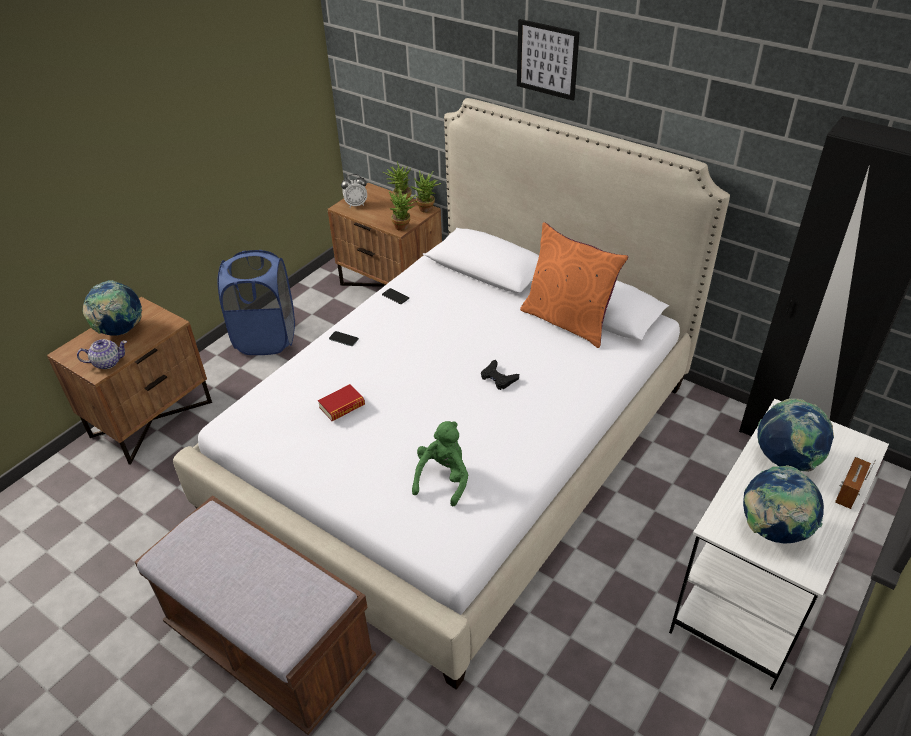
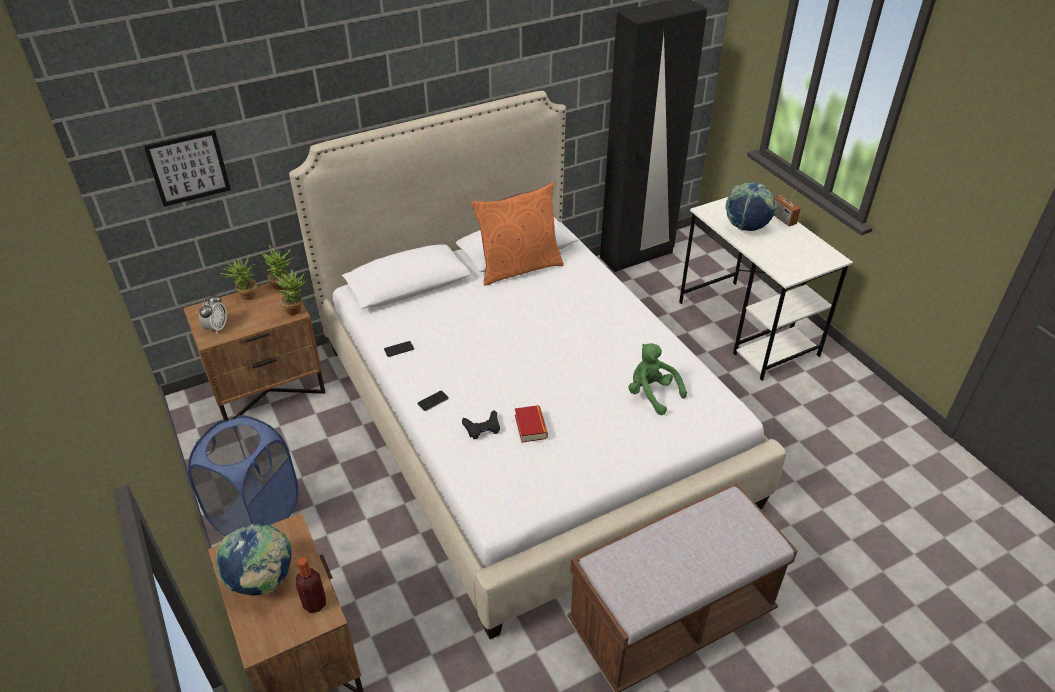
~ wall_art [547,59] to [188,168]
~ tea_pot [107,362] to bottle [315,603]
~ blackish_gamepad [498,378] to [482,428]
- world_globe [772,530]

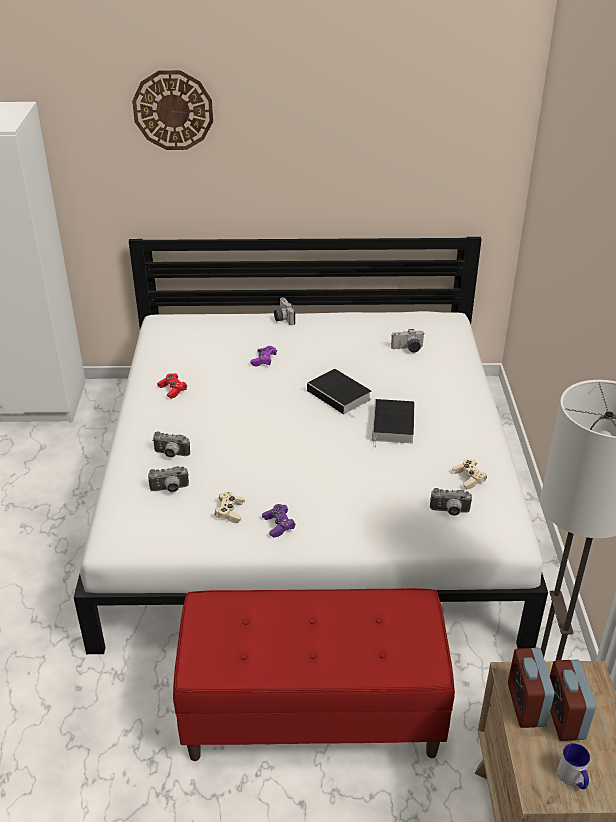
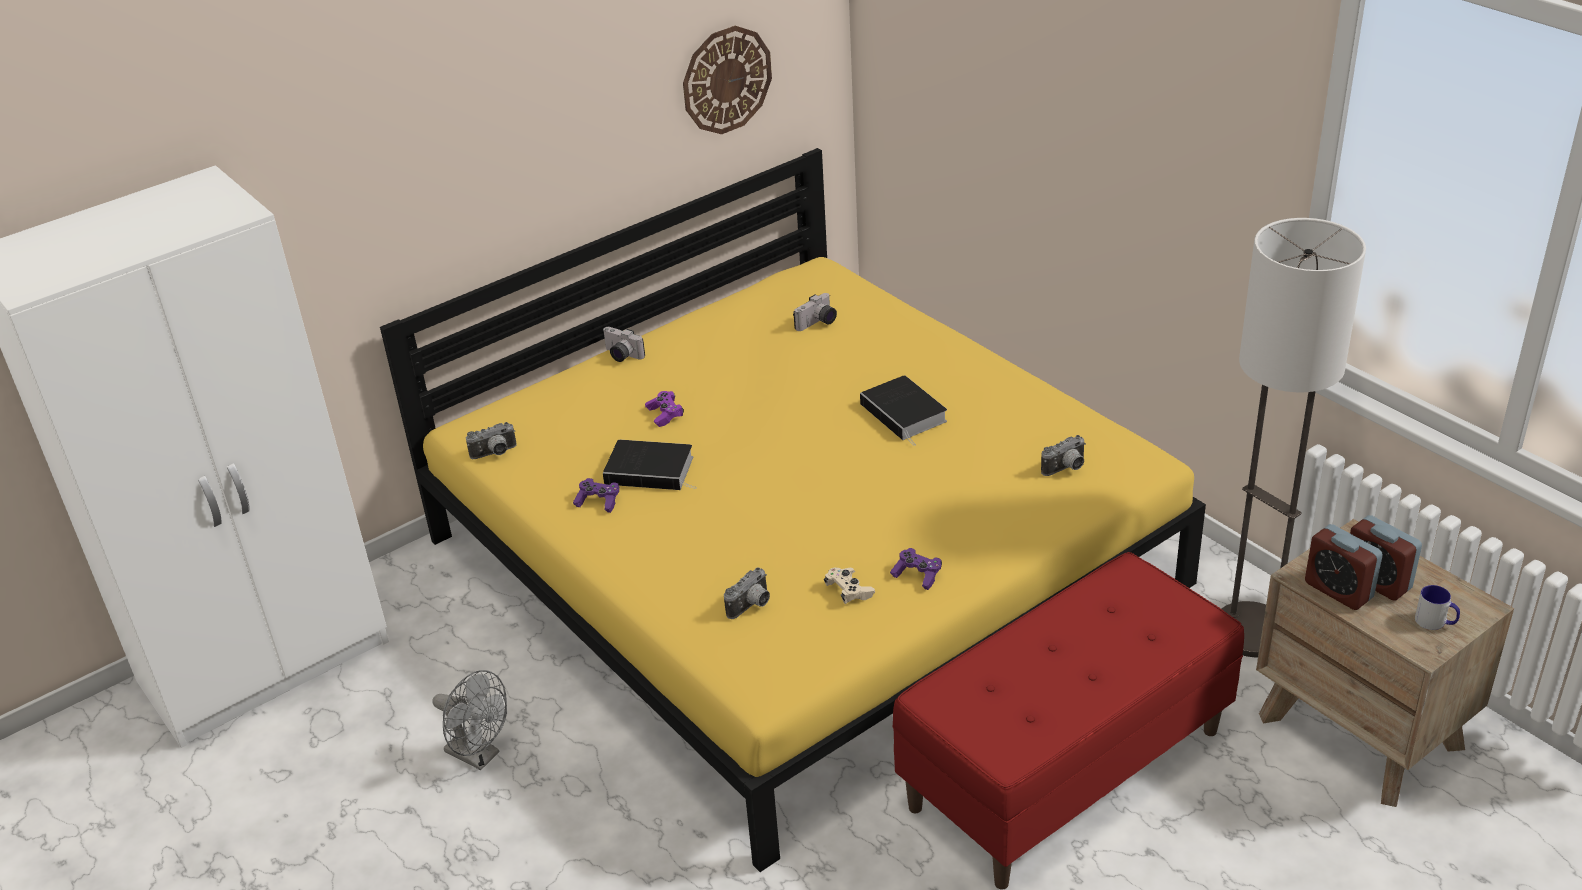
~ clock_on_the_wall [173,110] to [726,80]
~ whitish_bed [308,492] to yellow-coloured_bed [800,560]
~ volume [340,395] to [652,470]
~ reddish_gamepad [172,390] to purple-coloured_gamepad [598,502]
~ photo_camera [171,455] to [495,454]
- sand-coloured_gamepad [468,478]
+ gray_electric_fan [479,755]

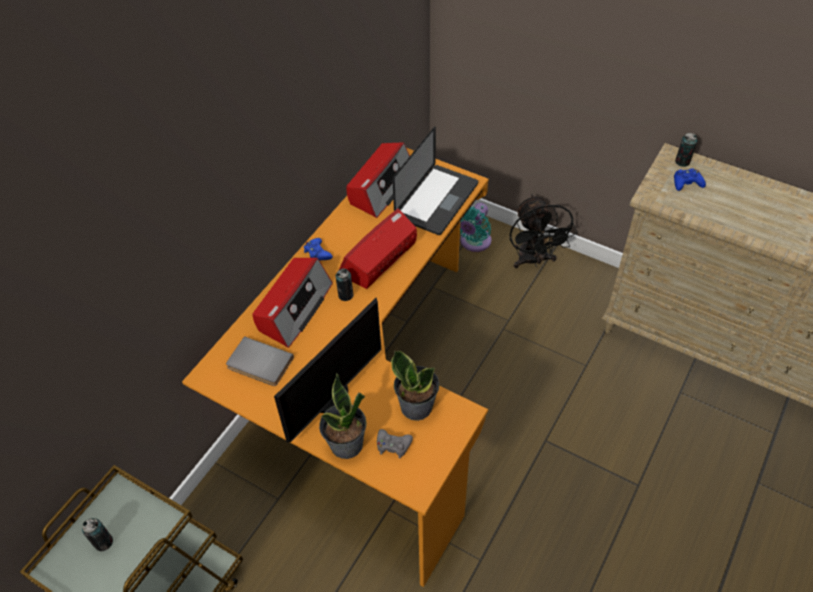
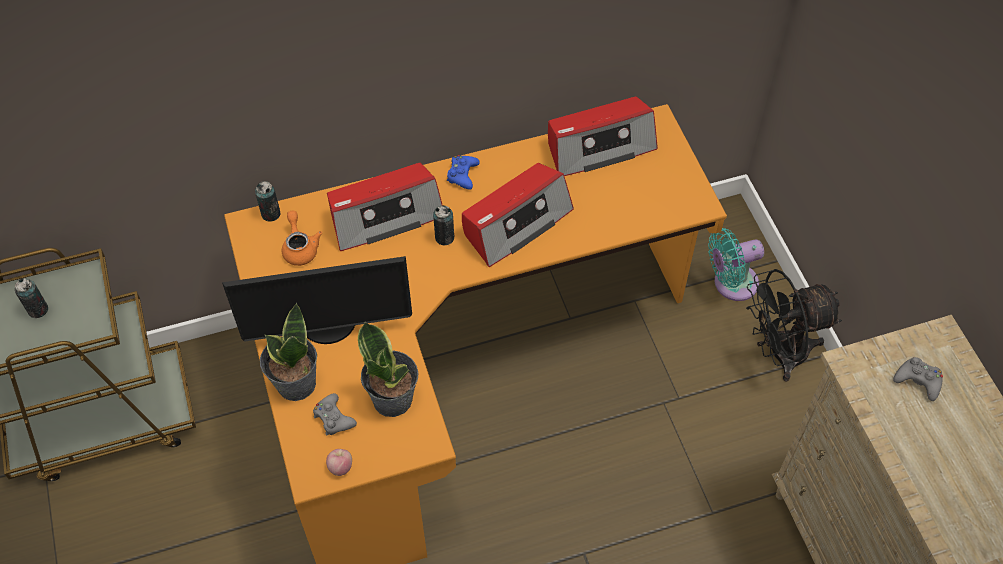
- notebook_computer [436,200]
~ can [682,162] to [270,214]
~ blue_gamepad [686,183] to gray_gamepad [918,381]
~ blackish_electric_fan [533,261] = [778,353] 45 degrees clockwise
~ radio_receiver [379,258] = [515,222] 150 degrees clockwise
~ gray_volume [259,364] to orangey_tea_pot [300,248]
+ apple_fruit [340,467]

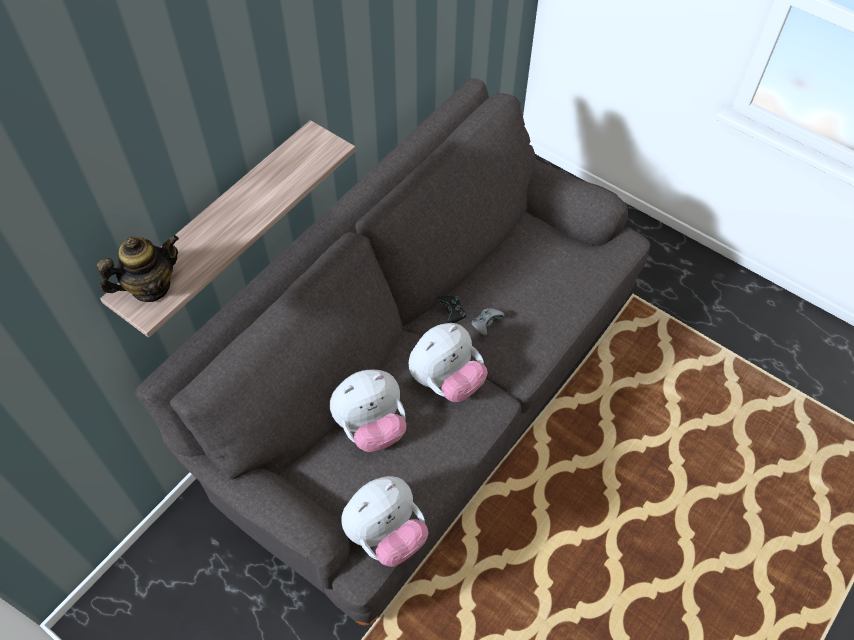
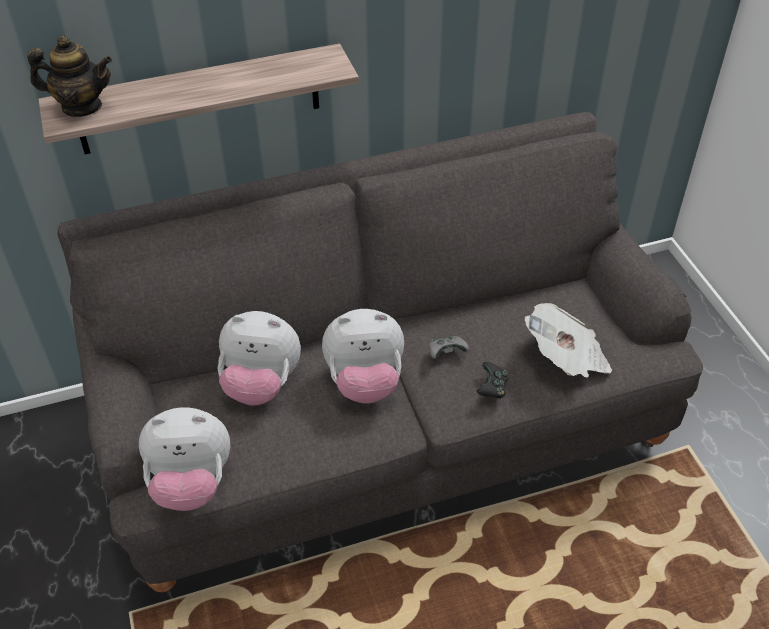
~ blackish_gamepad [452,314] to [492,388]
+ printed_paper [566,358]

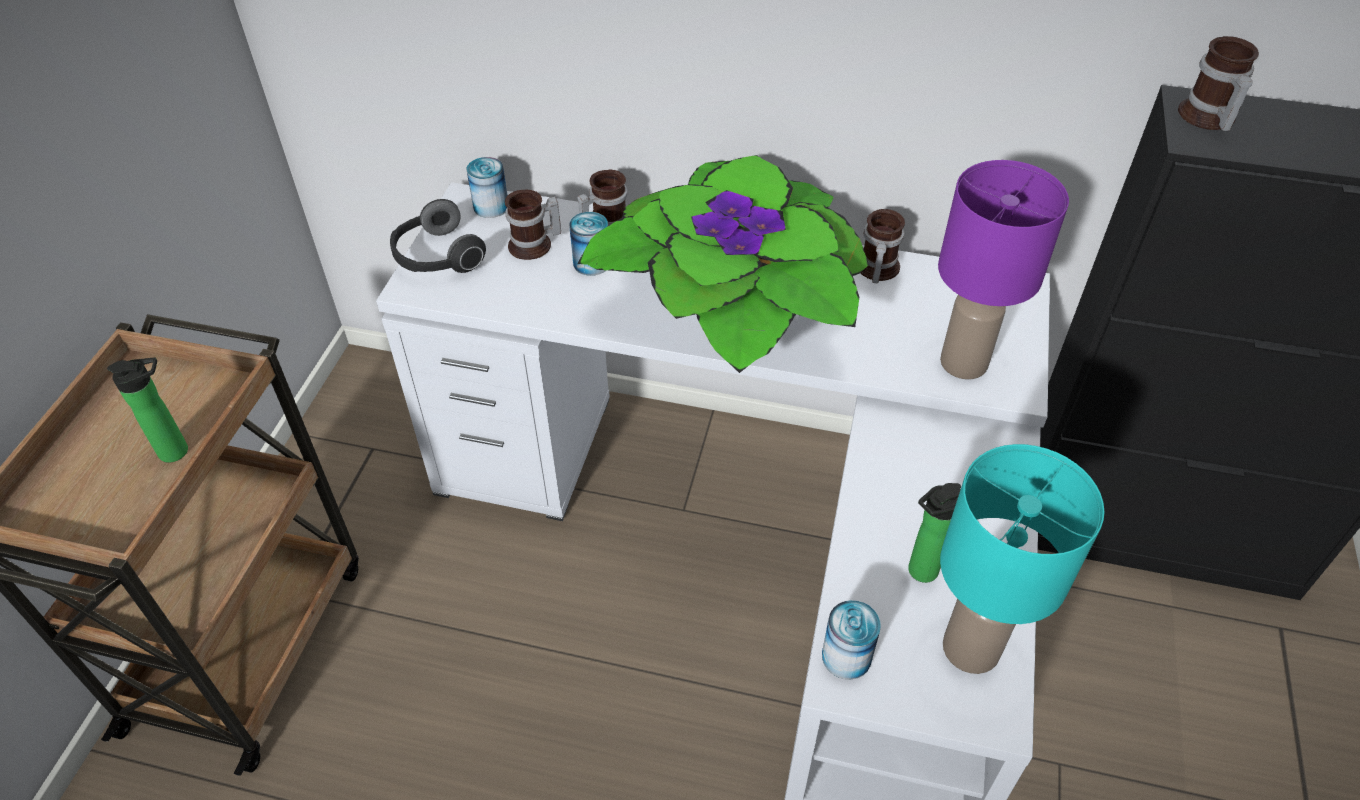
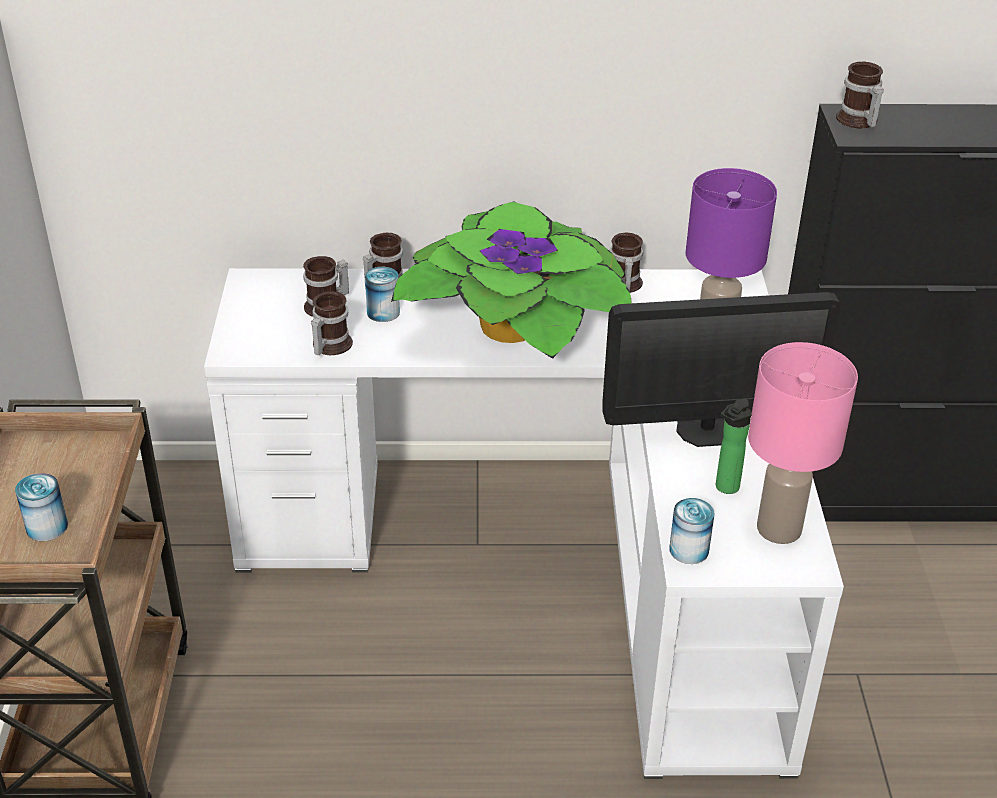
~ can [491,206] to [47,527]
- pair_of_headphones [437,258]
- bottle [178,451]
~ turquoise_lamp_for_a_table [971,650] to pinkish_lamp_for_a_table [779,530]
+ mug [329,345]
+ computer_screen [707,429]

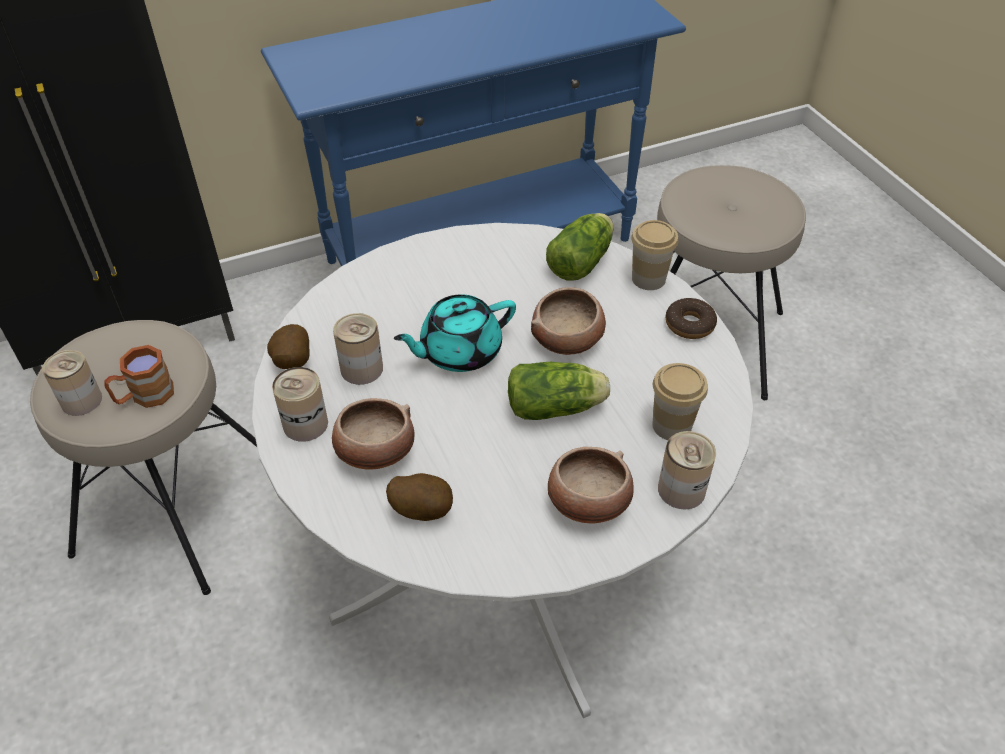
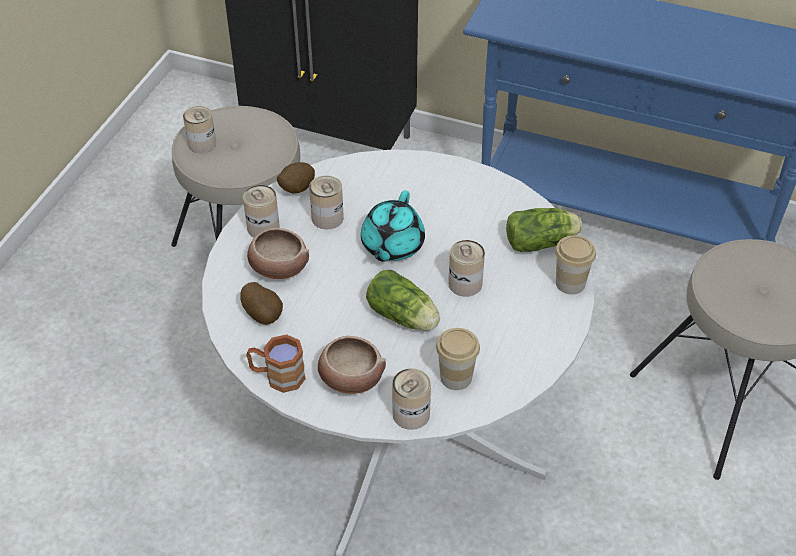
~ deep_dish [568,339] to can [465,283]
~ turquoise_tea_pot [459,351] = [392,246] 90 degrees counterclockwise
- ring_doughnut [689,324]
~ brownish_mug [144,396] to [277,376]

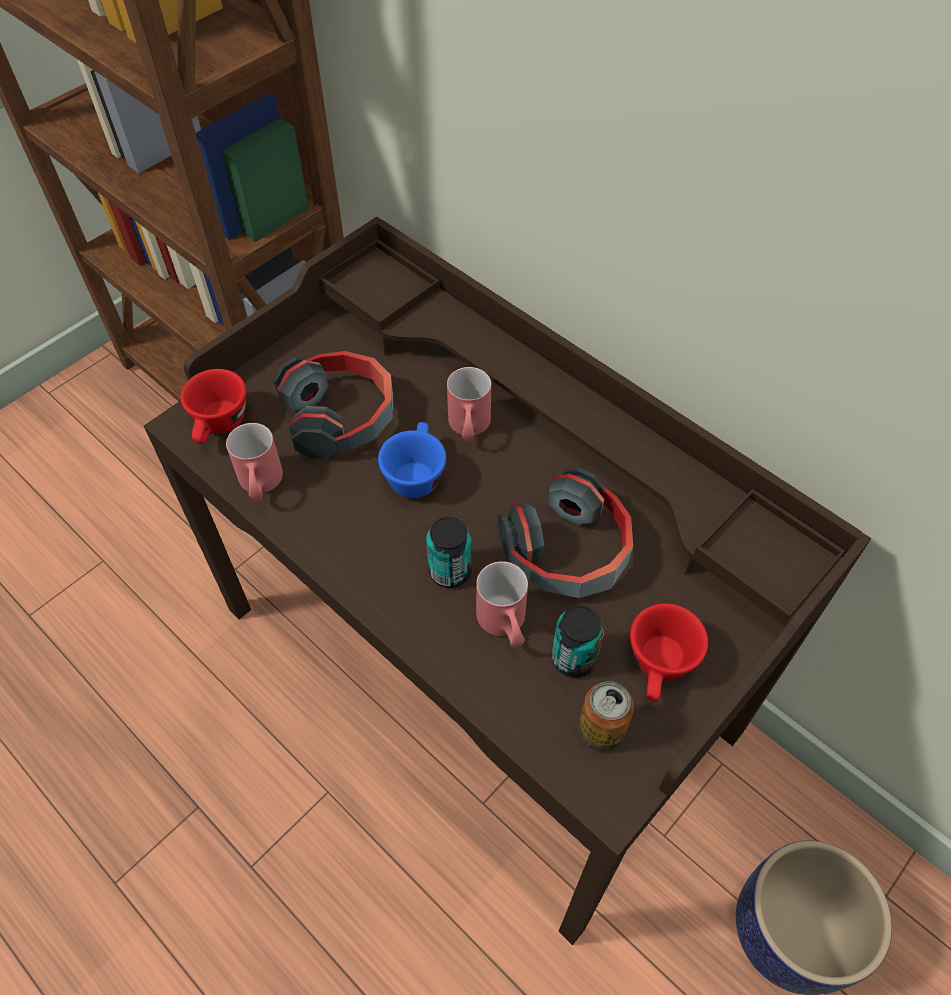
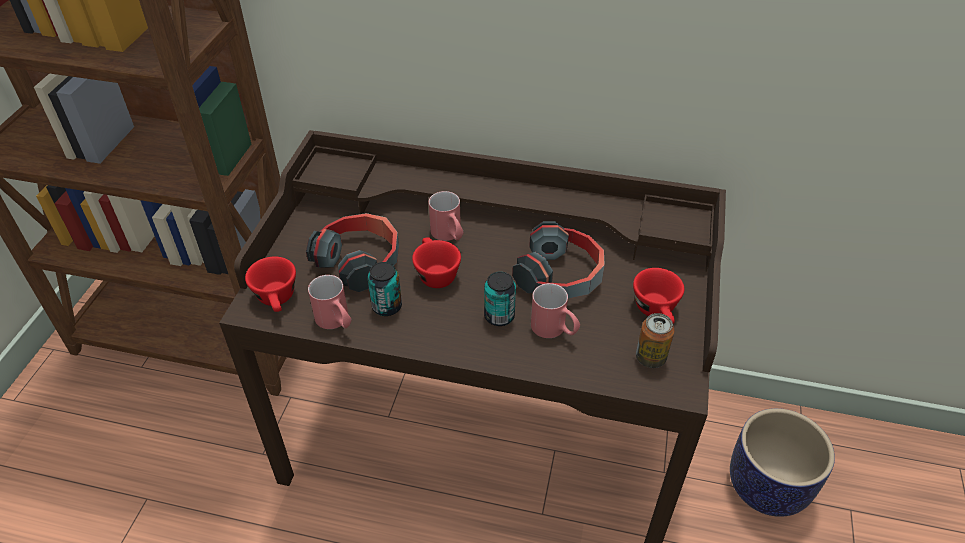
~ blue_drinking_cup [415,473] to reddish_drinking_cup [434,273]
~ can [574,658] to [387,306]

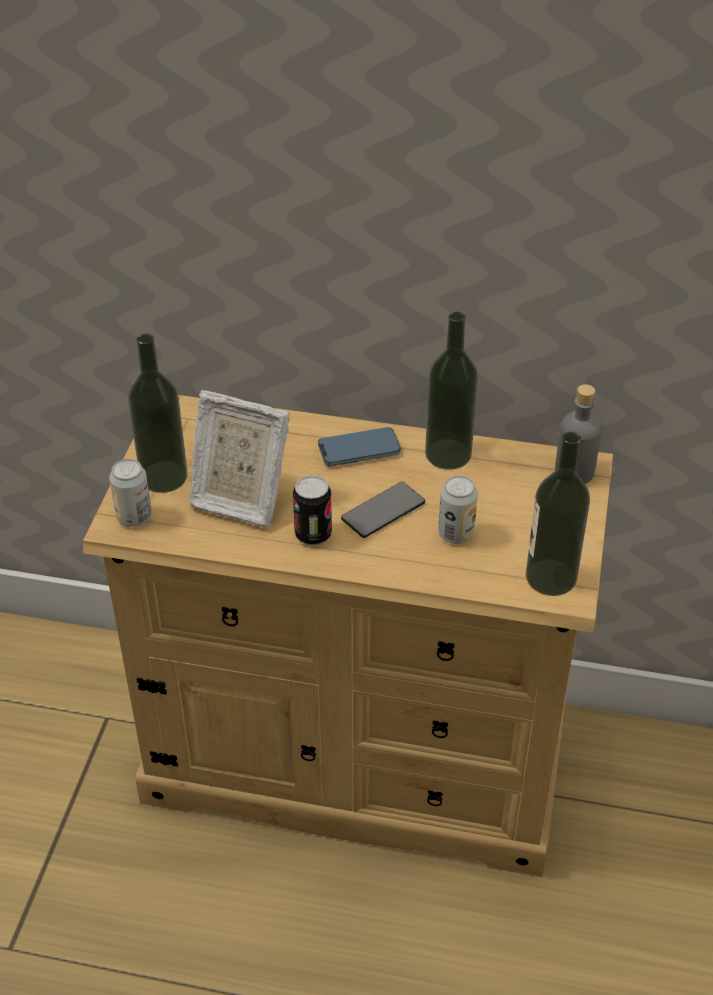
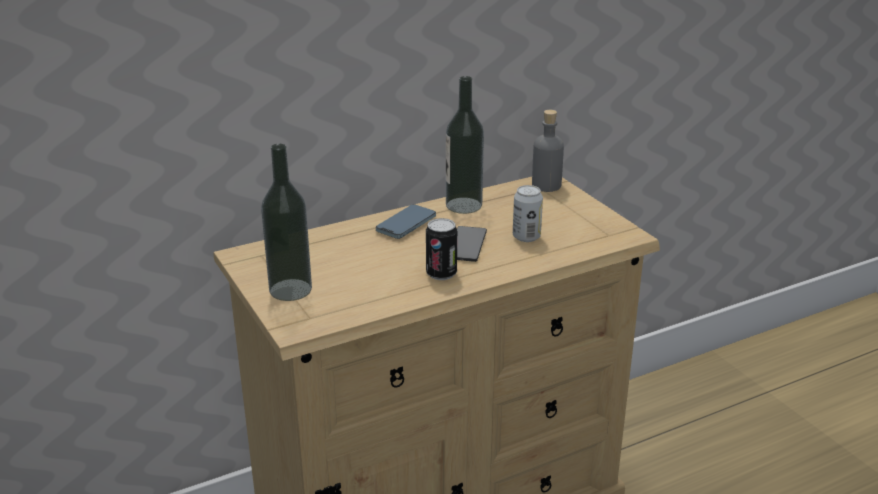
- picture_frame [238,499]
- bottle [550,577]
- can [134,517]

